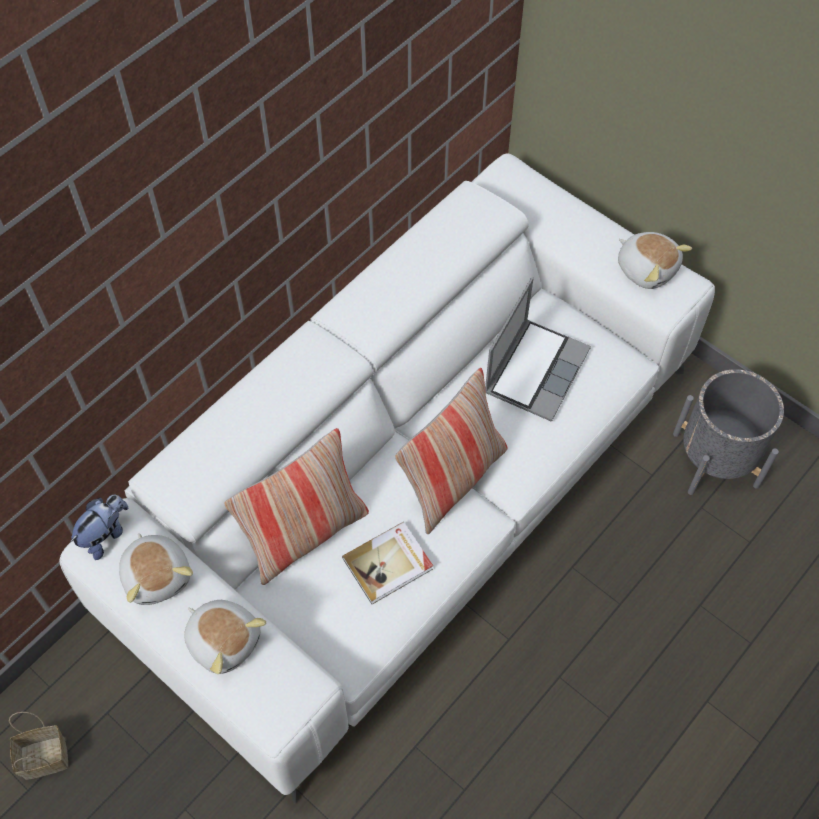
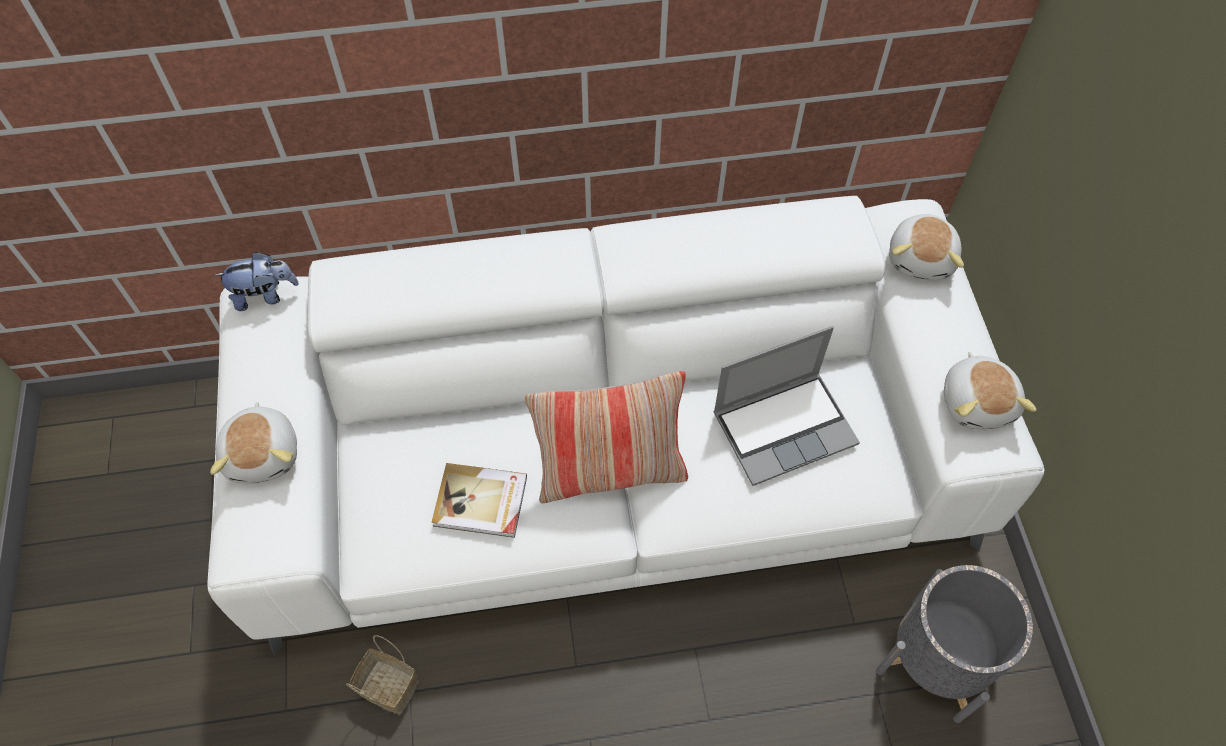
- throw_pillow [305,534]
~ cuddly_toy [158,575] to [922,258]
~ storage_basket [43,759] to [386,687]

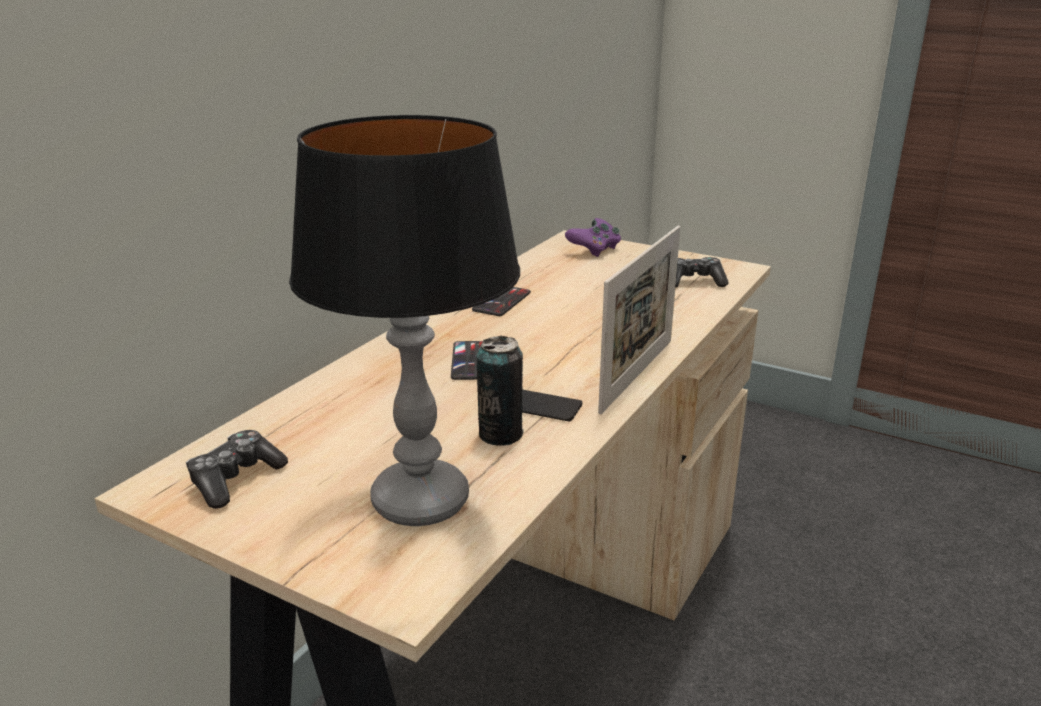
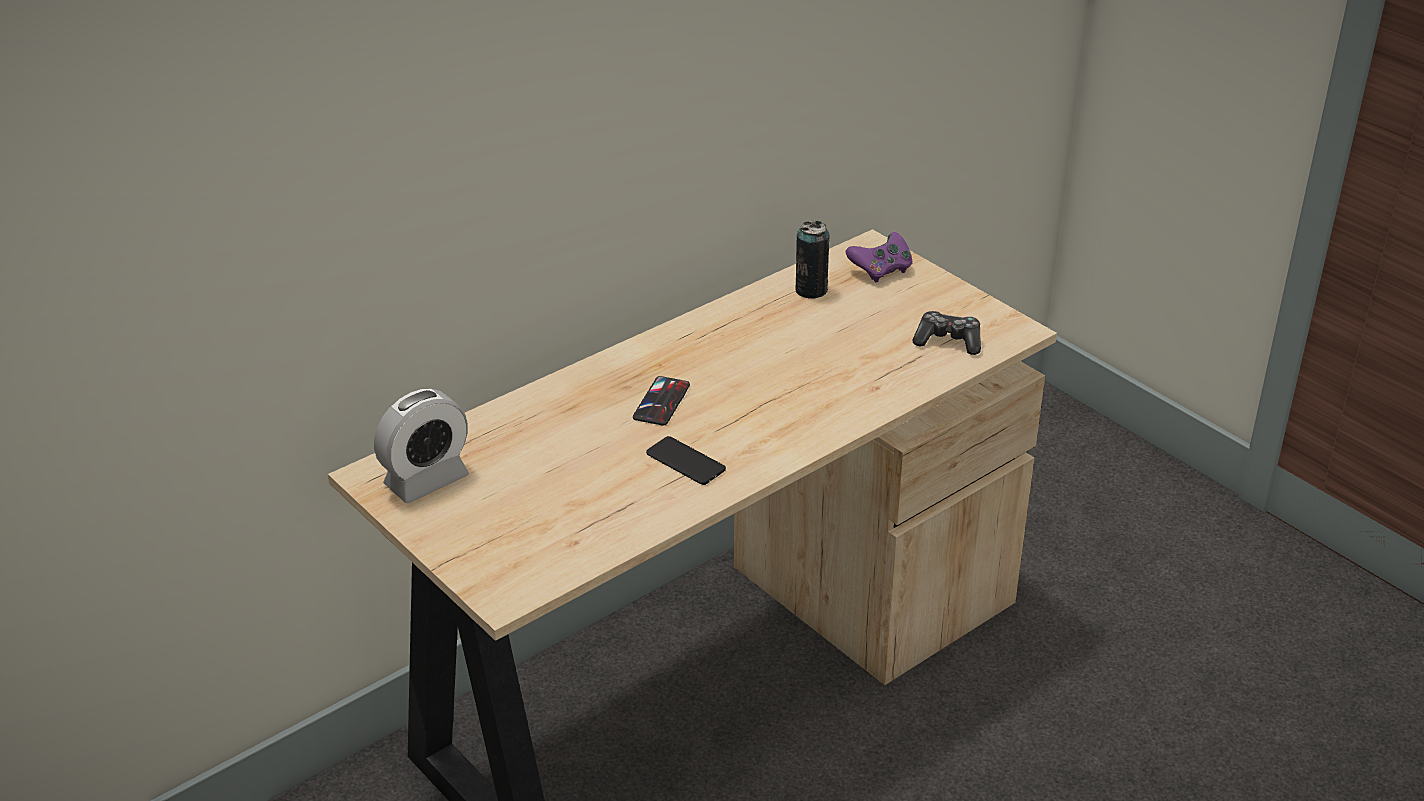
- lamp_for_a_table [421,501]
- picture_frame [637,375]
- phone [502,301]
~ can [500,434] to [811,290]
~ gamepad [235,479] to alarm_clock [426,480]

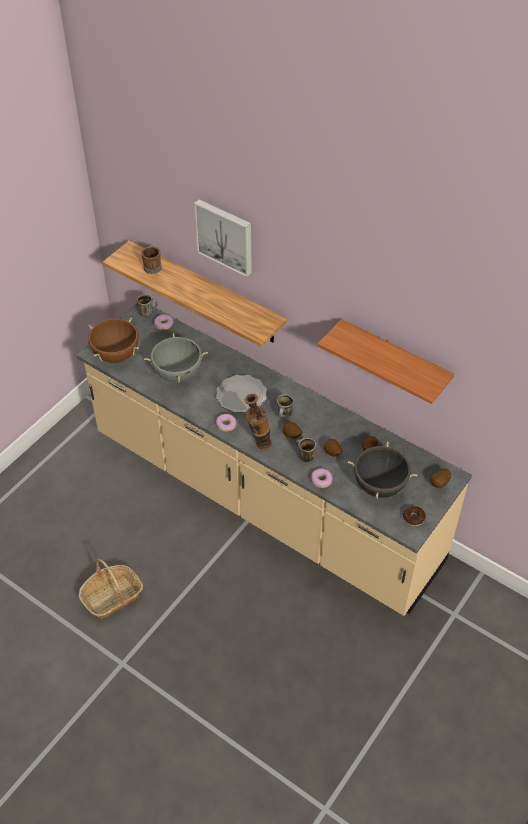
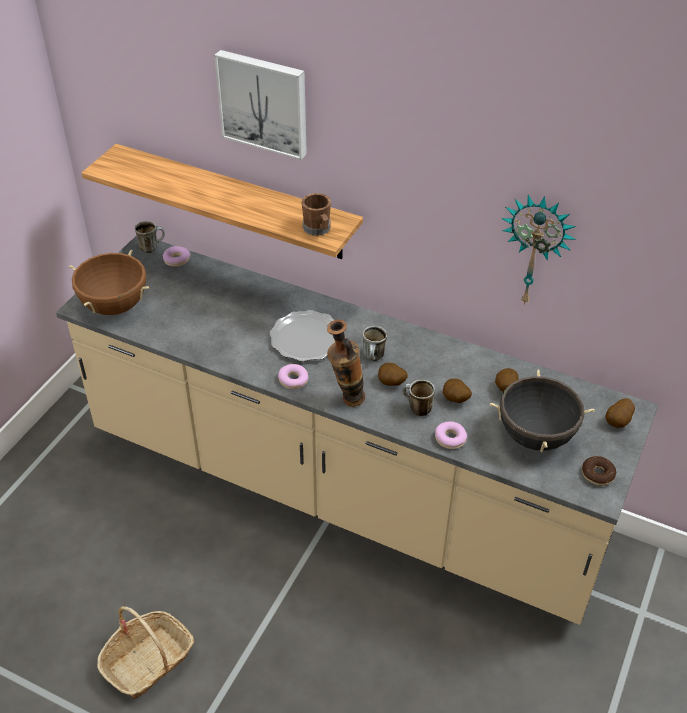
~ brownish_mug [153,270] to [318,229]
~ bracket_shelf [394,361] to clock_on_the_wall [535,249]
- gray_stockpot [178,374]

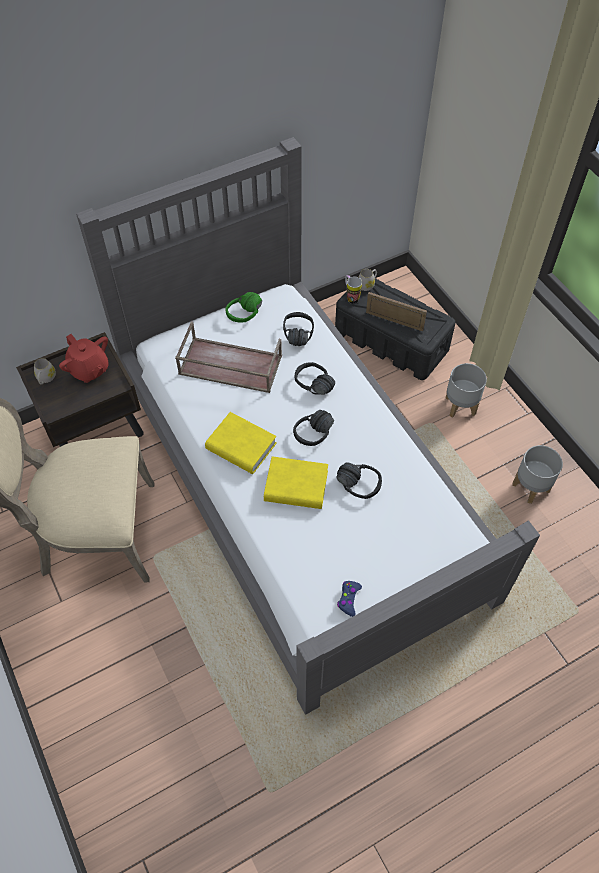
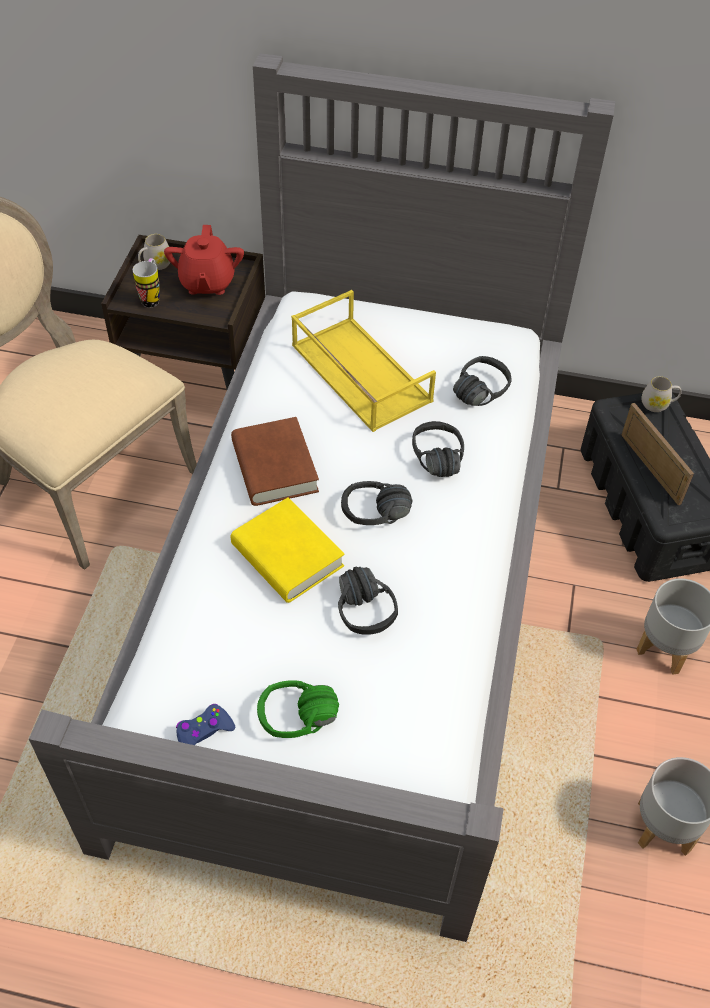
~ mug [351,297] to [152,297]
~ green-coloured_pair_of_headphones [249,316] to [299,727]
~ brownish_tray [229,365] to yellow-coloured_tray [359,372]
~ yellow-coloured_volume [241,446] to brownish_volume [274,467]

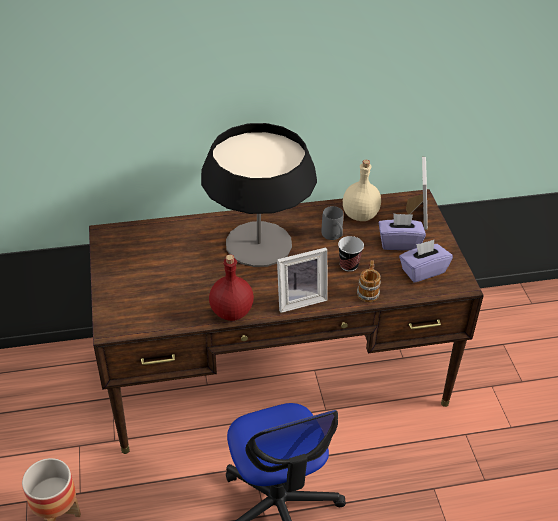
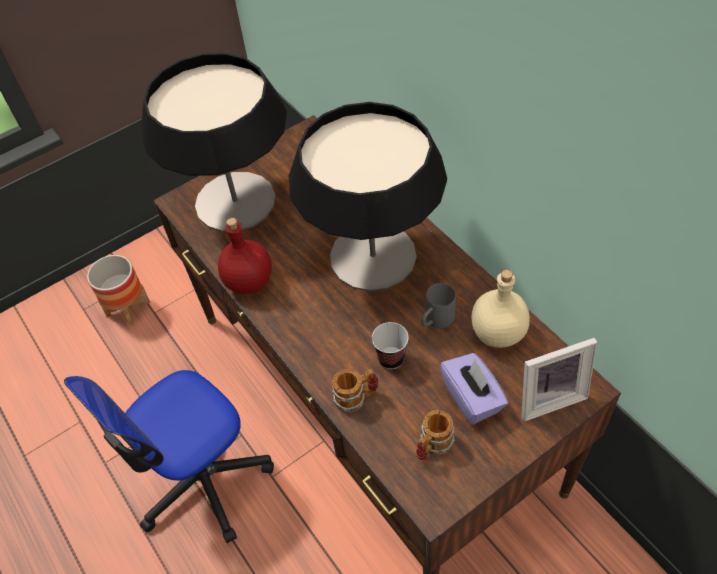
~ purple-coloured_tissue_holder [422,271] to mug [432,446]
- picture_frame [300,299]
+ lamp_for_a_table [235,202]

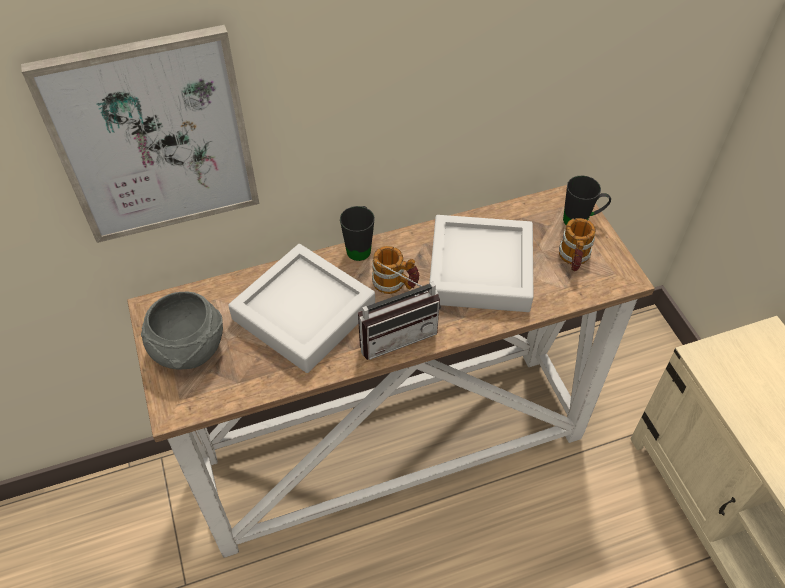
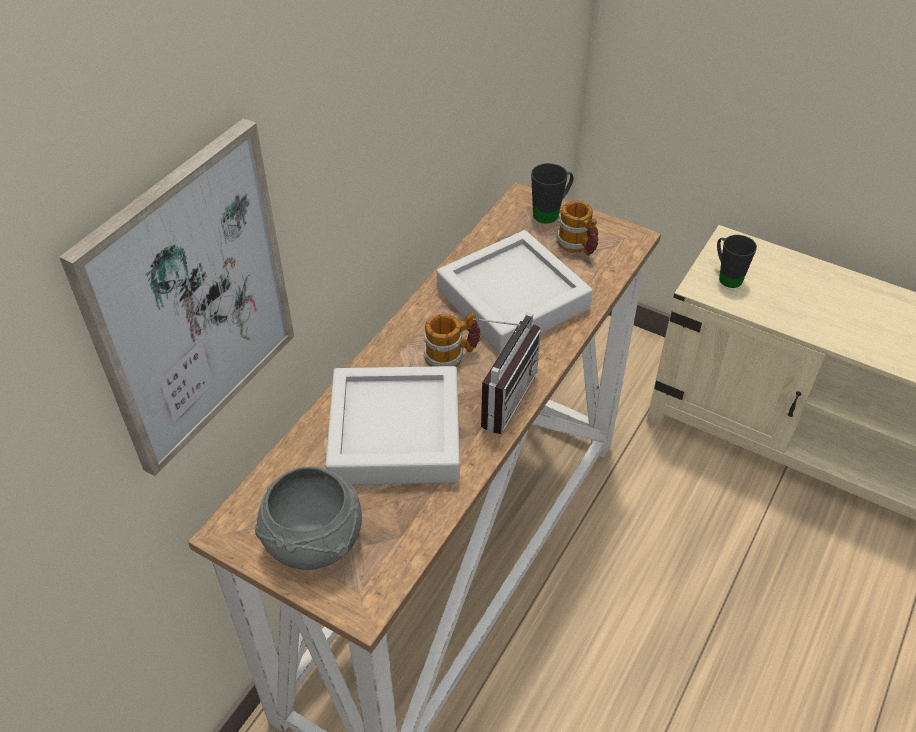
~ blackish_mug [360,246] to [726,276]

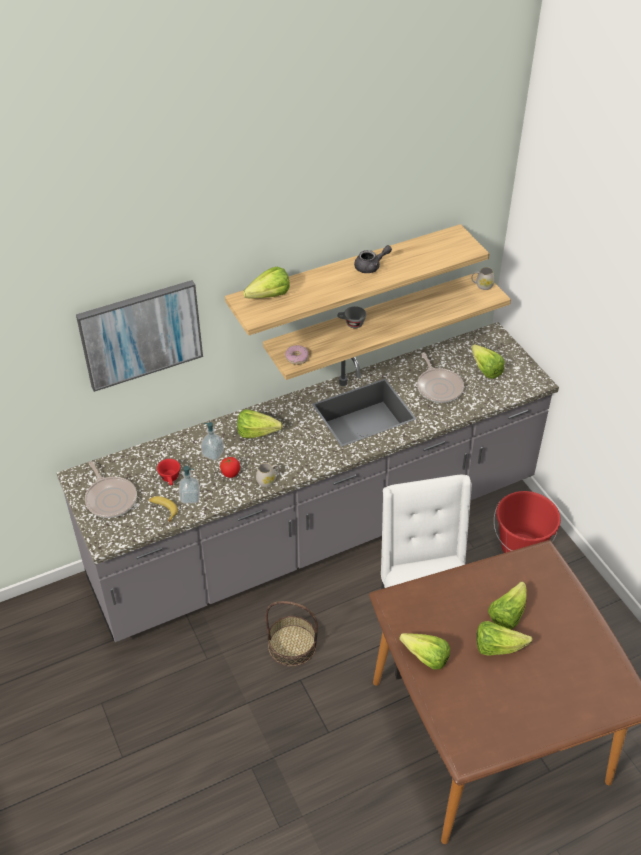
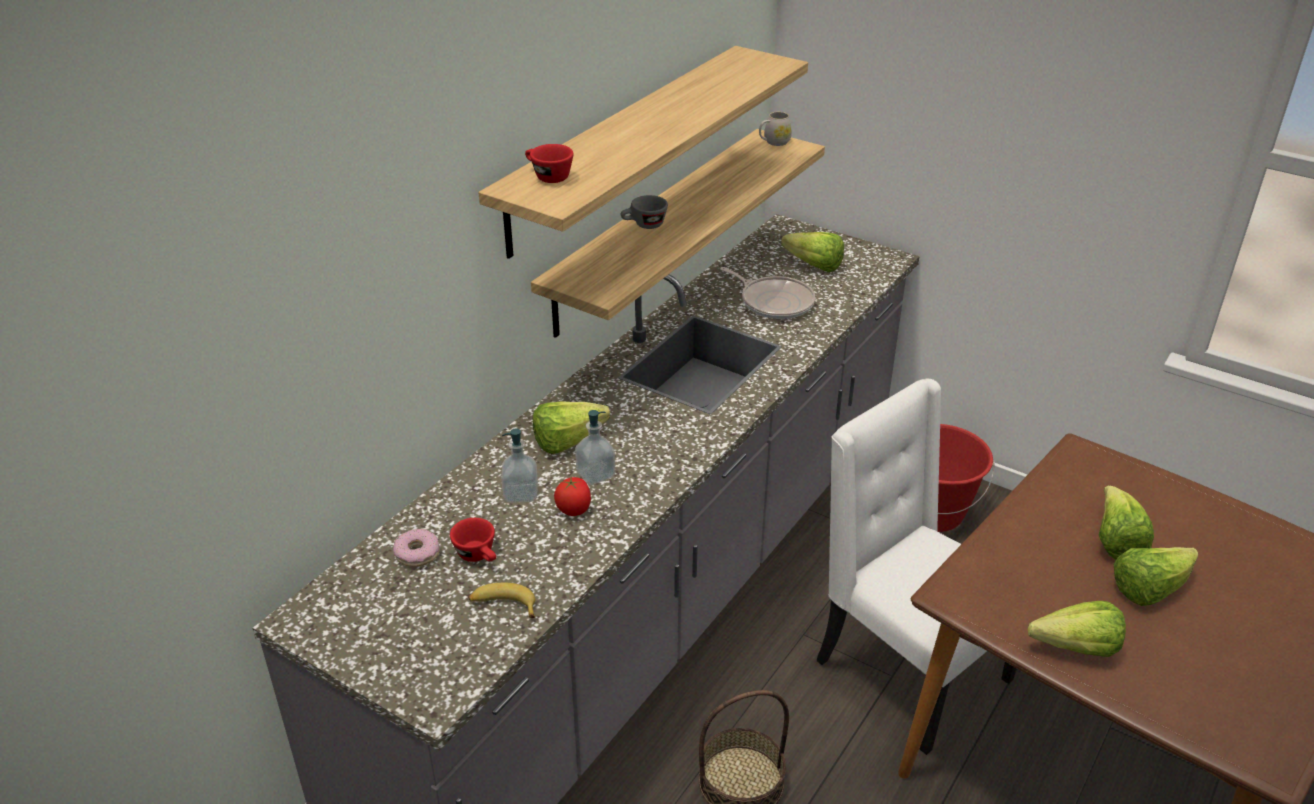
- gray_tea_pot [371,267]
~ lettuce_head [265,297] to reddish_drinking_cup [547,176]
- wall_art [141,334]
~ ring_doughnut [297,358] to [417,553]
- frying_pan [110,498]
- whitish_mug [268,480]
~ liquid_soap_bottle [190,497] to [595,474]

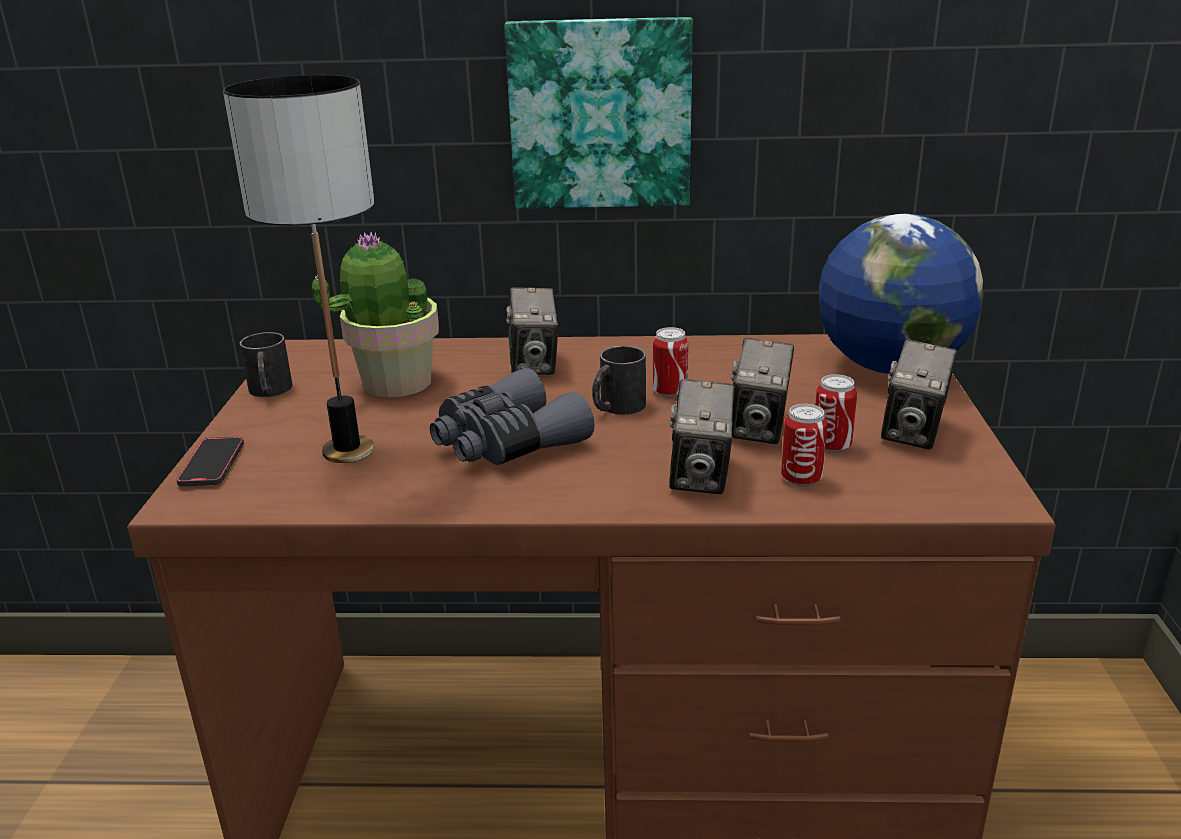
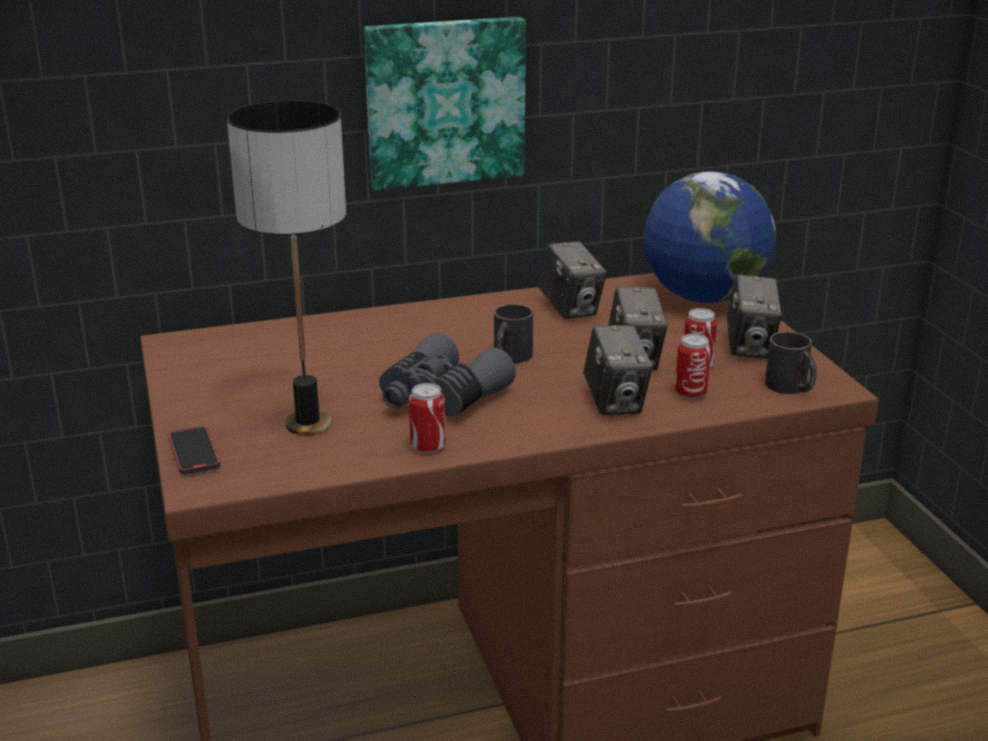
- plant_in_a_pot [395,383]
~ photo_camera [534,365] to [571,309]
~ can [670,392] to [428,447]
~ blackish_mug [269,391] to [791,388]

